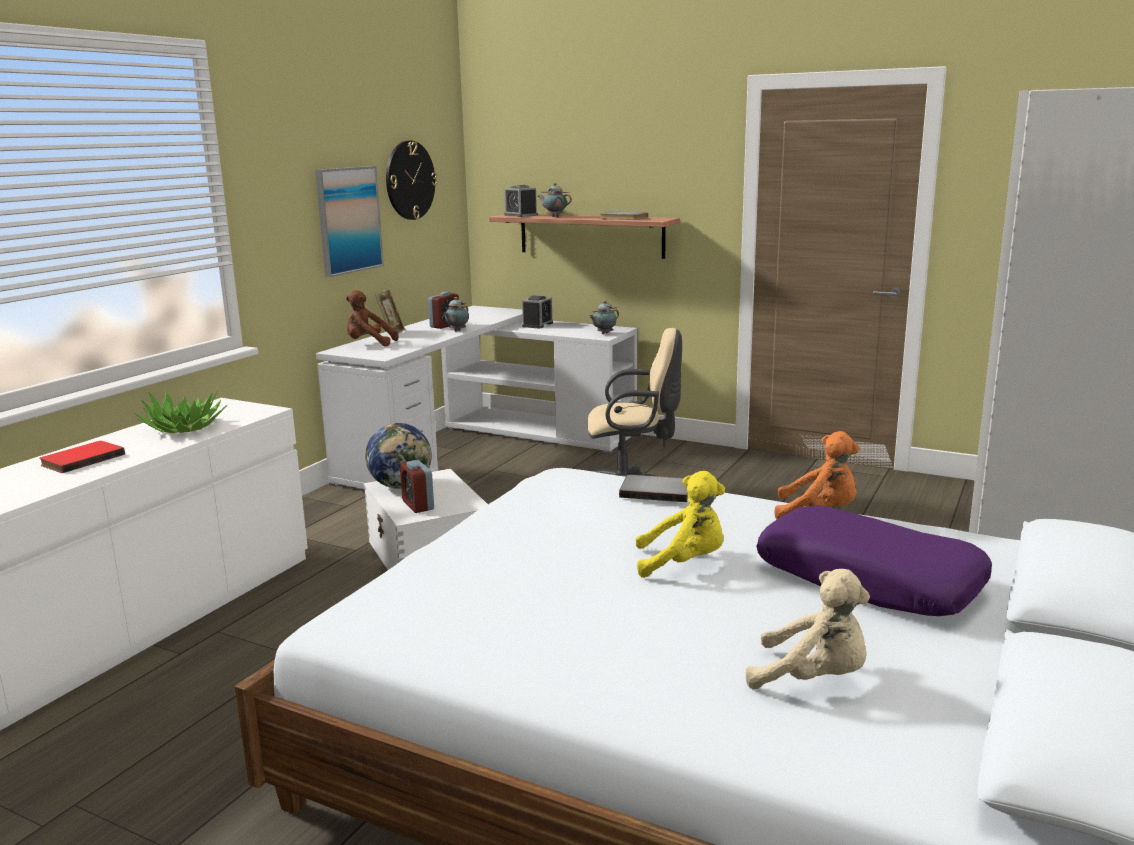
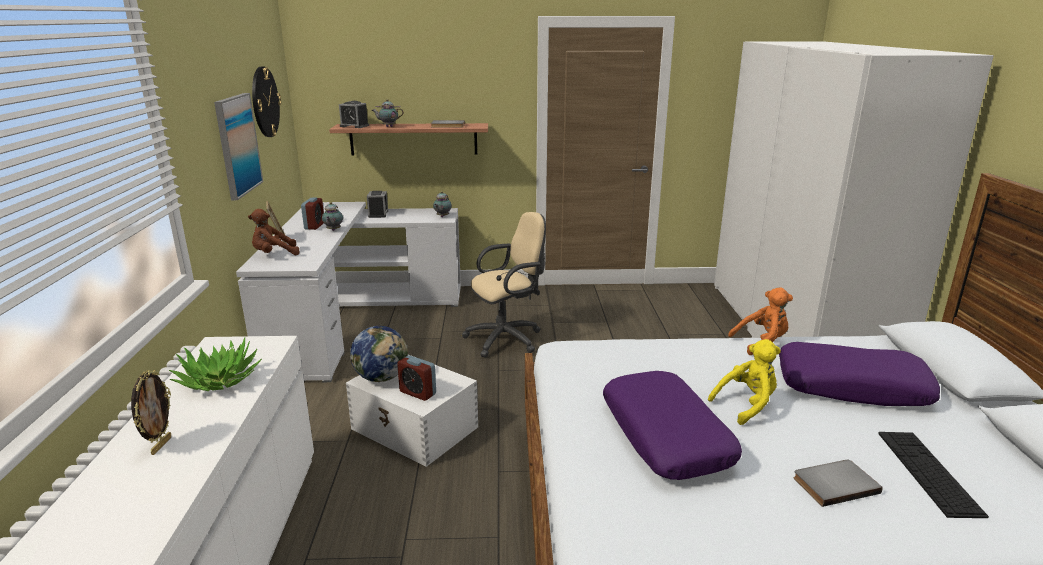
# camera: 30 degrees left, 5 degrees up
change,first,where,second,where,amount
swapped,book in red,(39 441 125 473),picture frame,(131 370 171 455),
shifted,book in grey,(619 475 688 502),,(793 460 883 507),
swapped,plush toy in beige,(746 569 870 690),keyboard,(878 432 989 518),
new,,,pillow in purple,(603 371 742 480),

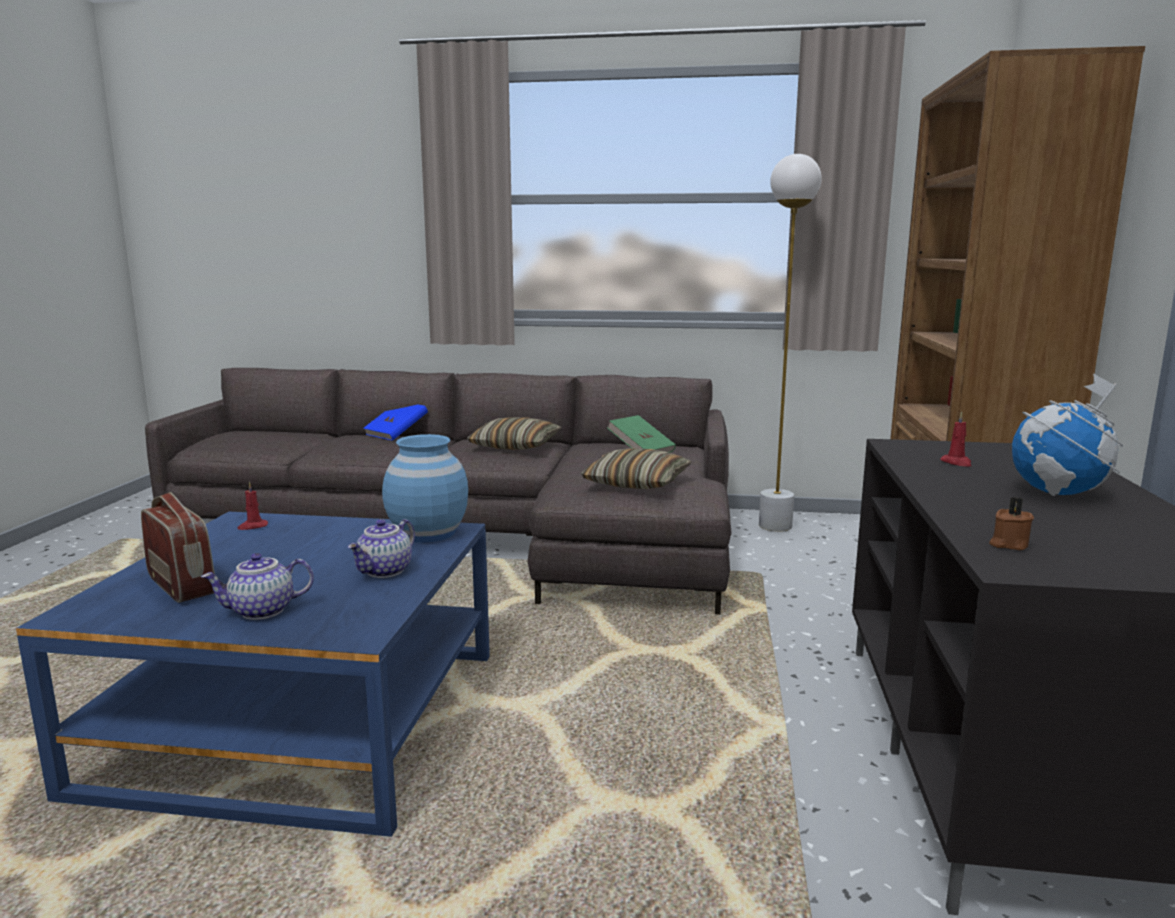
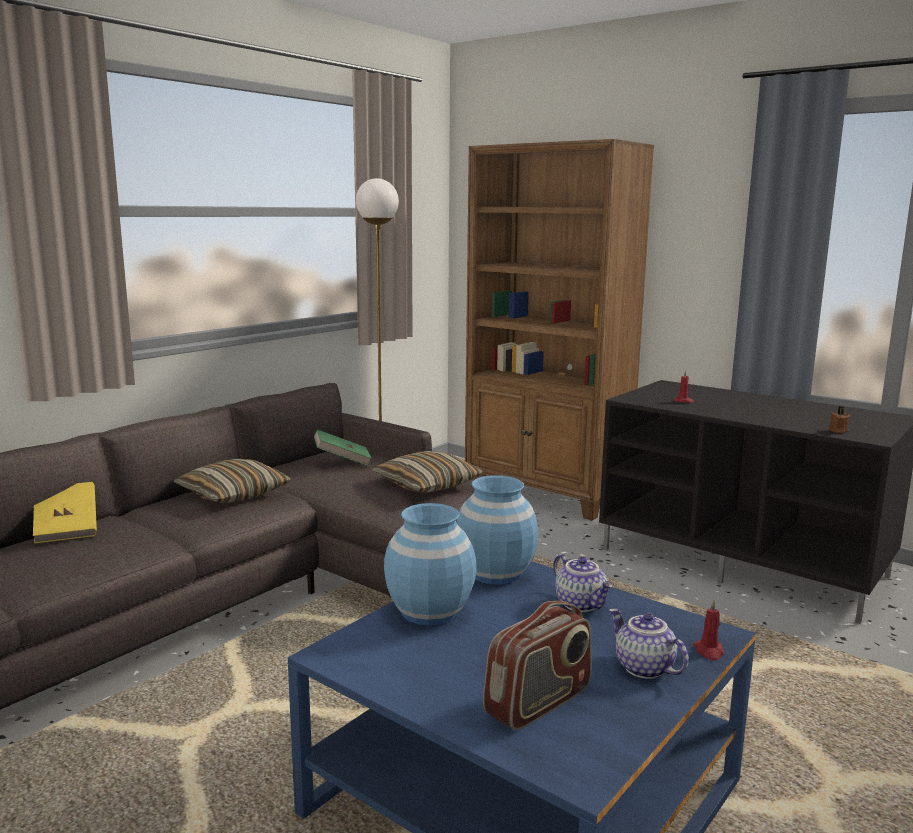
# camera: 60 degrees left, 0 degrees up
change,first,where,second,where,amount
rotated,radio,(141 492 215 603),,(483 601 592 731),150 degrees clockwise
rotated,teapot,(201 553 314 620),,(609 608 689 679),135 degrees clockwise
shifted,candle in red,(237 482 268 530),,(693 599 724 661),
repainted,book in blue,(363 404 428 441),book in yellow,(33 482 97 544),
gone,globe,(1012 374 1123 496),,,
new,,,vase in blue,(384 503 477 625),

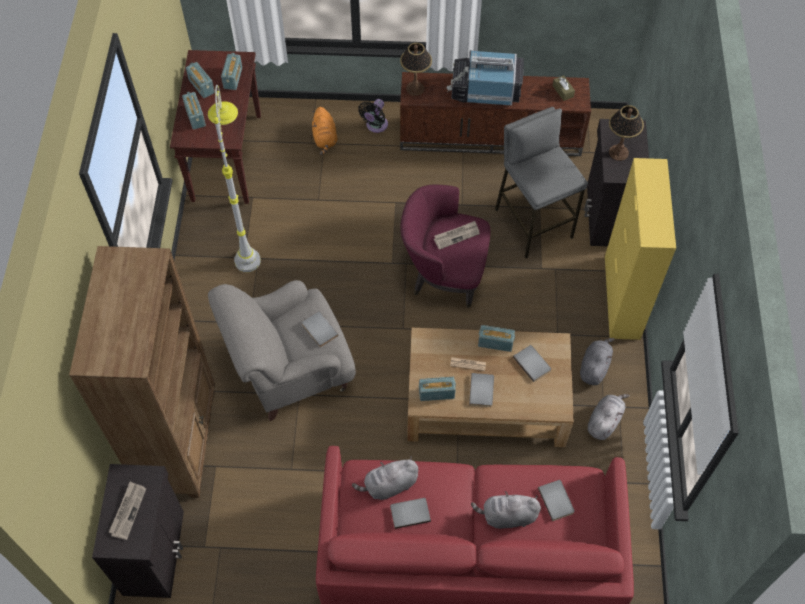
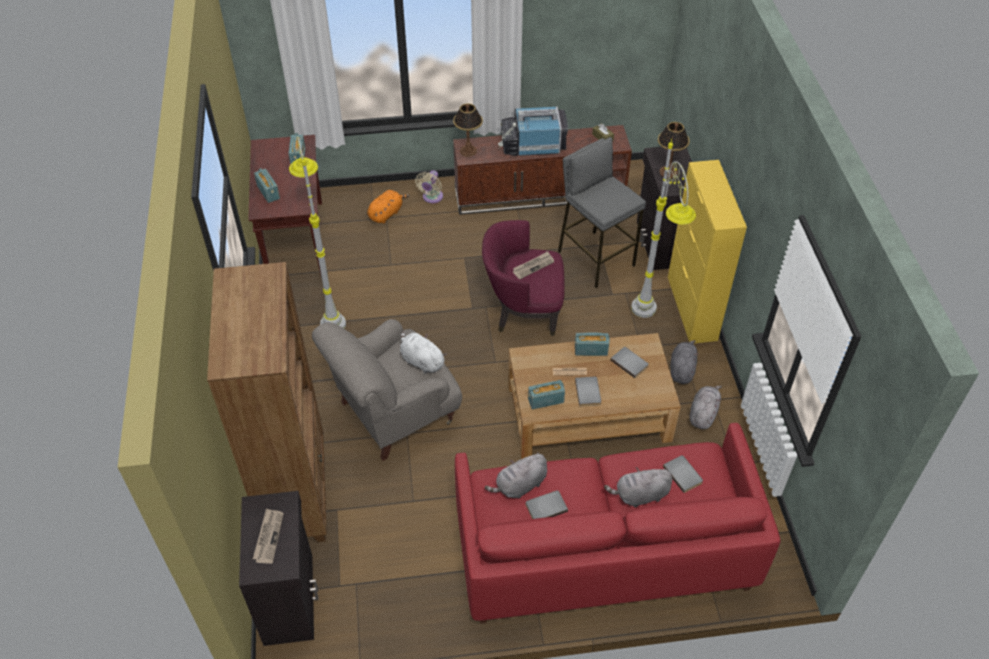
# camera: 10 degrees left, 10 degrees down
change,first,where,second,where,amount
gone,radio,(186 62 215 98),,,
swapped,book in grey,(302 311 339 347),plush toy in white,(400 331 447 374),
rotated,plush toy in orange,(312 107 337 155),,(367 190 409 223),120 degrees counterclockwise
repainted,fan in black,(358 99 388 133),fan in beige,(415 170 443 203),
new,,,floor lamp in grey,(631 139 696 318),

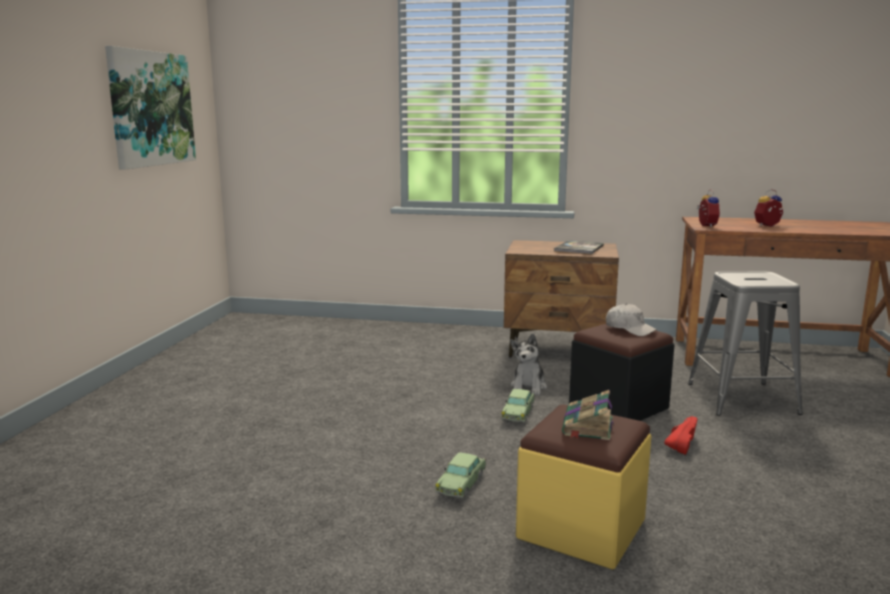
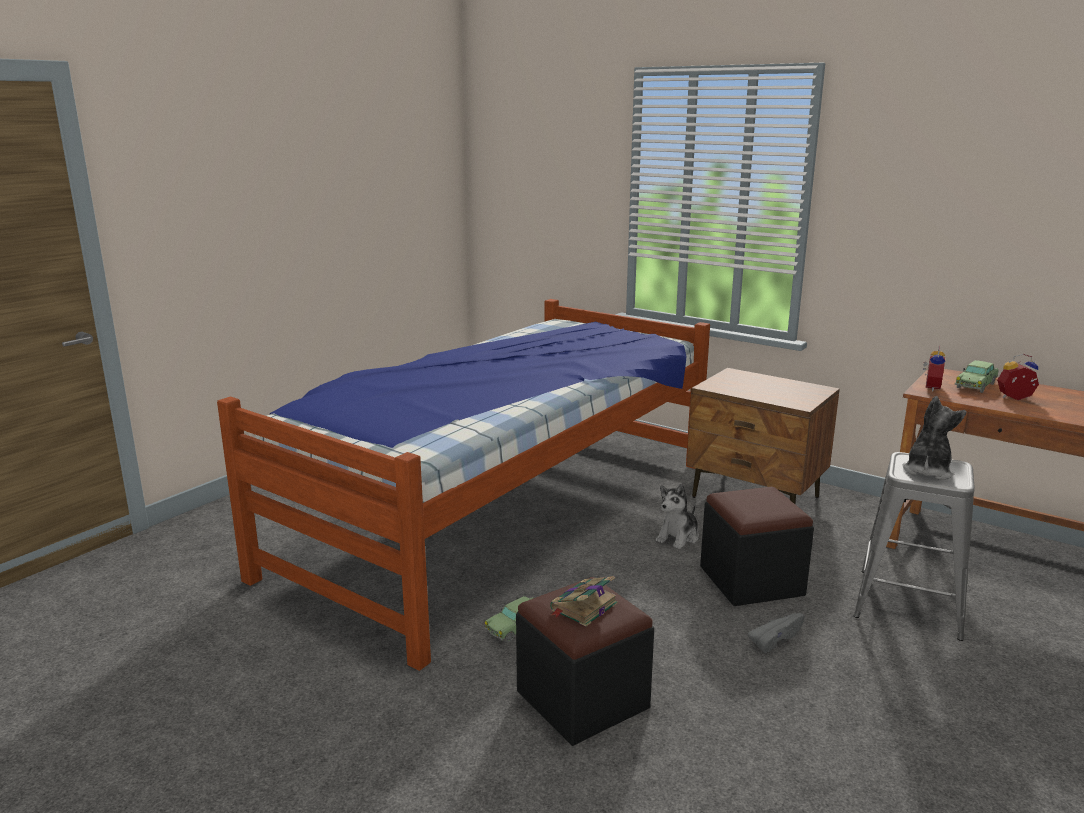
# camera: 25 degrees right, 5 degrees up
change,first,where,second,where,amount
gone,picture,(105 46 196 170),,,
shifted,toy car,(501 389 534 424),,(955 360 998 393),
repainted,ottoman in yellow,(516 404 652 570),ottoman in black,(516 577 654 746),
gone,book,(554 240 604 254),,,
gone,cap in white,(606 303 657 336),,,
repainted,shoe in red,(664 416 697 455),shoe in grey,(748 613 804 653),
new,,,bed,(217 299 710 671),
new,,,plush toy,(903 396 967 480),

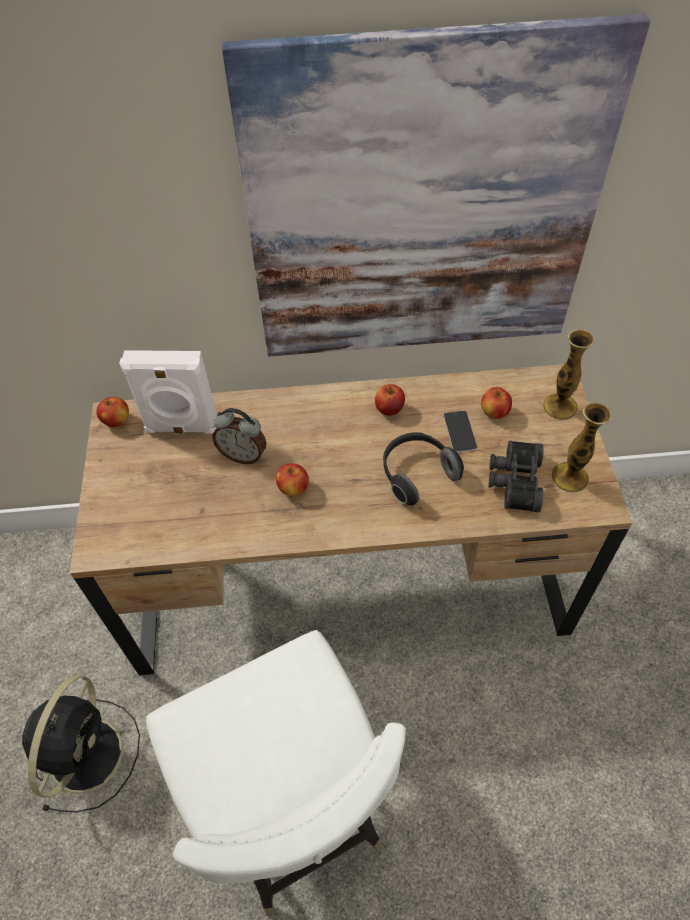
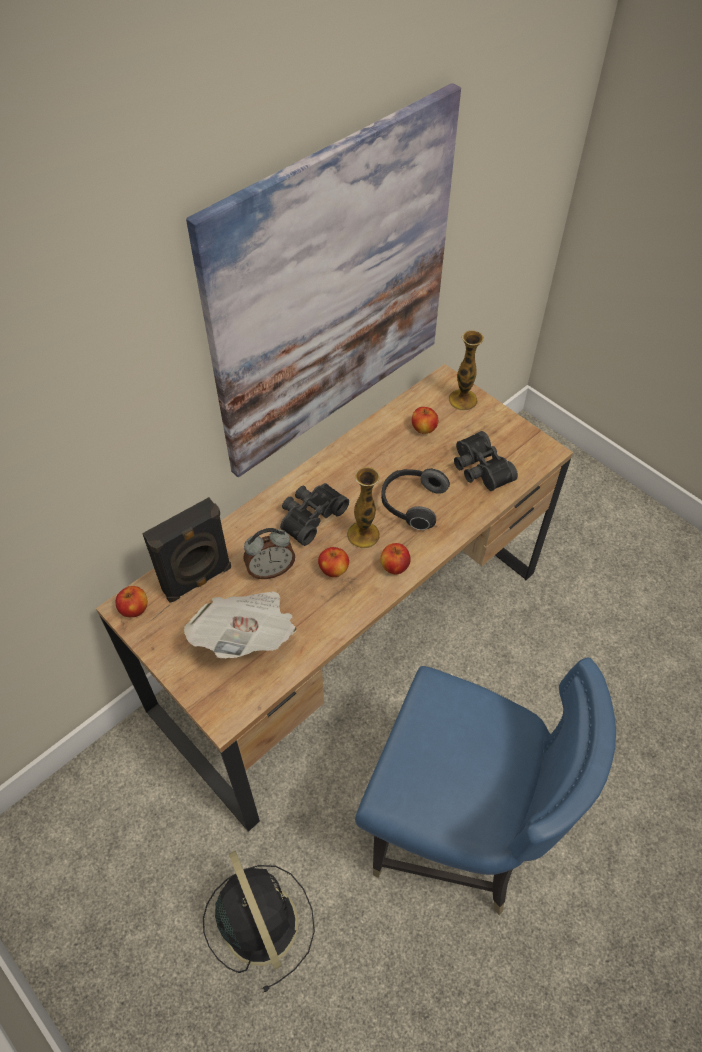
# camera: 40 degrees left, 0 degrees up
change,first,where,second,where,amount
repainted,speaker in white,(119 350 217 434),speaker in black,(142 497 231 603),
repainted,chair in white,(146 630 406 916),chair in blue,(355 658 616 915),
shifted,apple,(375 384 405 416),,(380 543 411 575),
gone,phone,(443 411 477 452),,,
shifted,vase,(552 403 612 493),,(347 467 380 549),
new,,,newspaper,(184 591 297 658),
new,,,binoculars in black,(280 483 349 546),

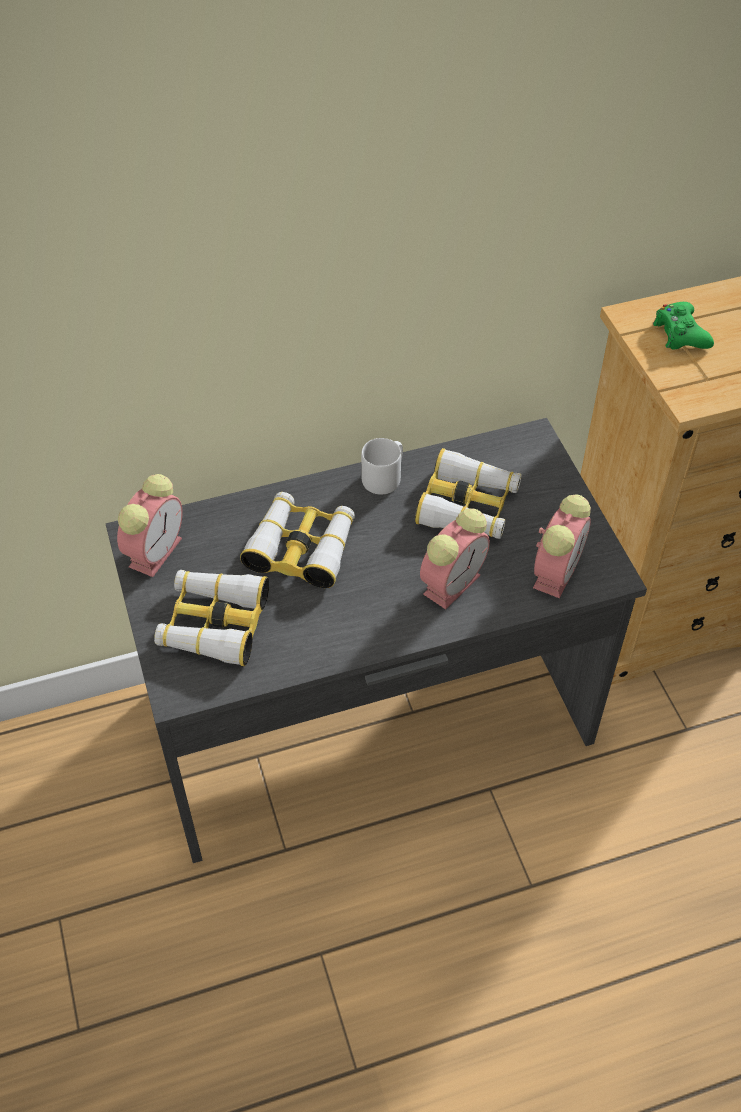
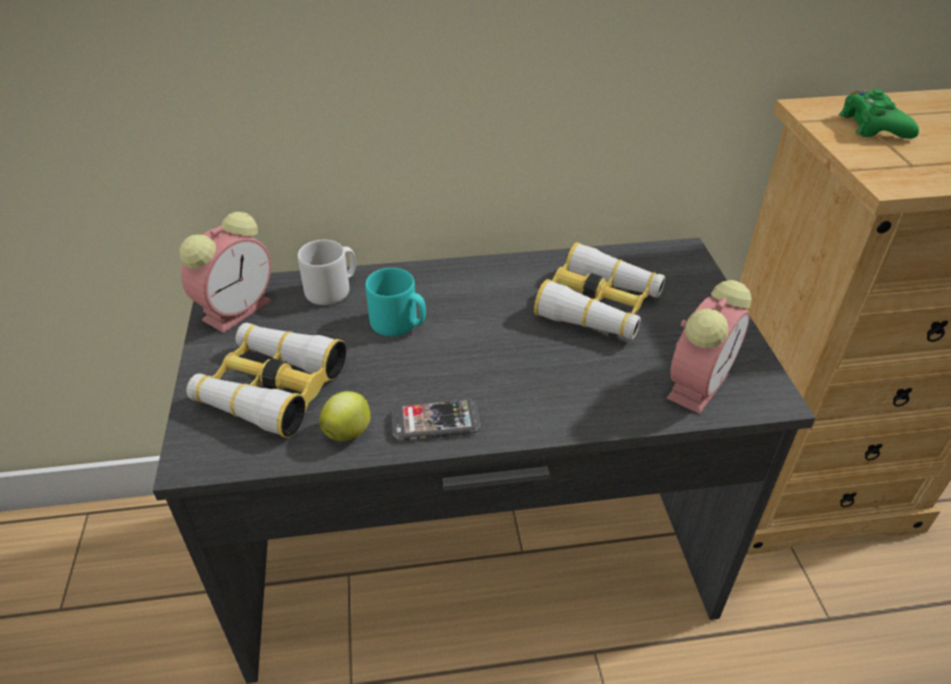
# camera: 10 degrees right, 10 degrees down
change,first,where,second,where,amount
swapped,binoculars,(240 492 355 588),mug in turquoise,(365 268 426 336),
shifted,mug in grey,(361 438 403 494),,(298 240 356 305),
gone,alarm clock,(420 509 490 609),,,
new,,,apple,(319 391 371 442),
new,,,phone,(390 398 481 441),

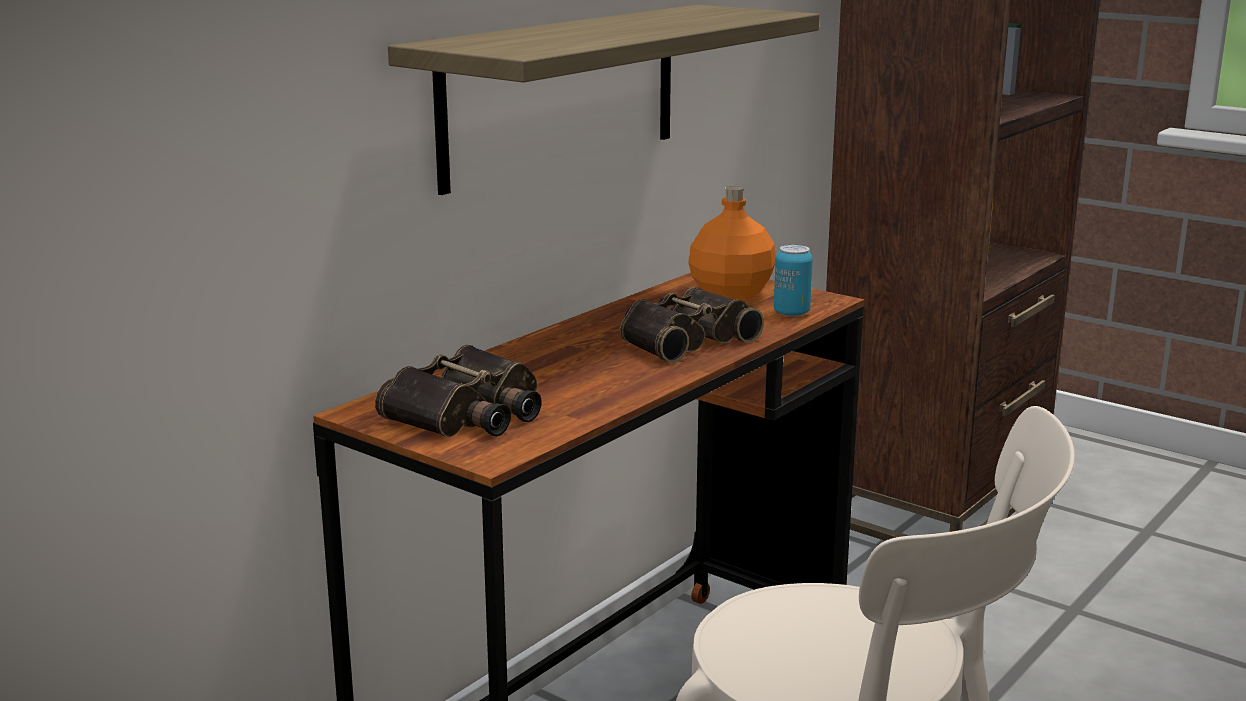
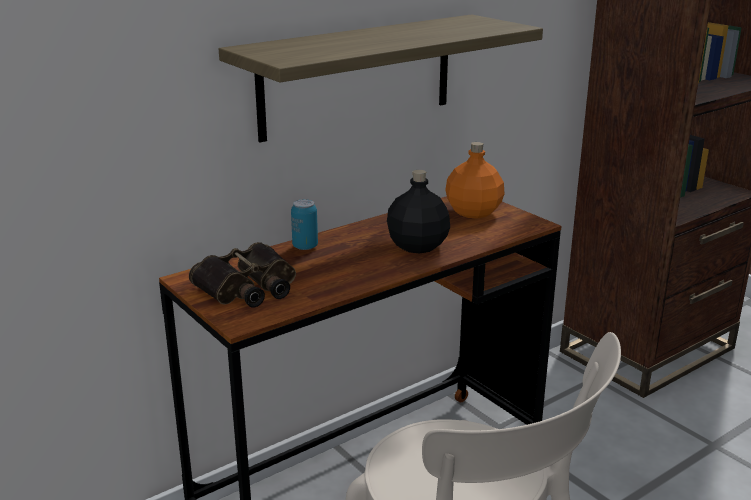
# camera: 15 degrees right, 5 degrees up
change,first,where,second,where,amount
swapped,binoculars,(620 287 764 363),bottle in black,(387 170 450 254),
shifted,can,(774 245 813 316),,(291 199 318 250),

